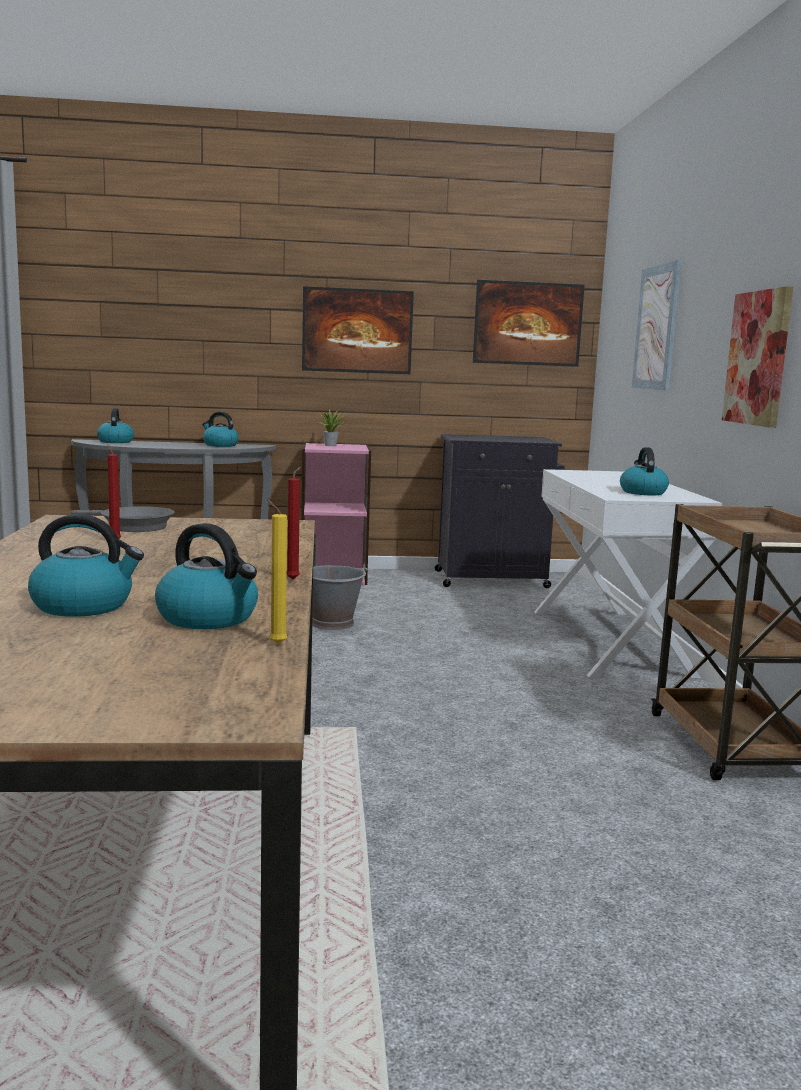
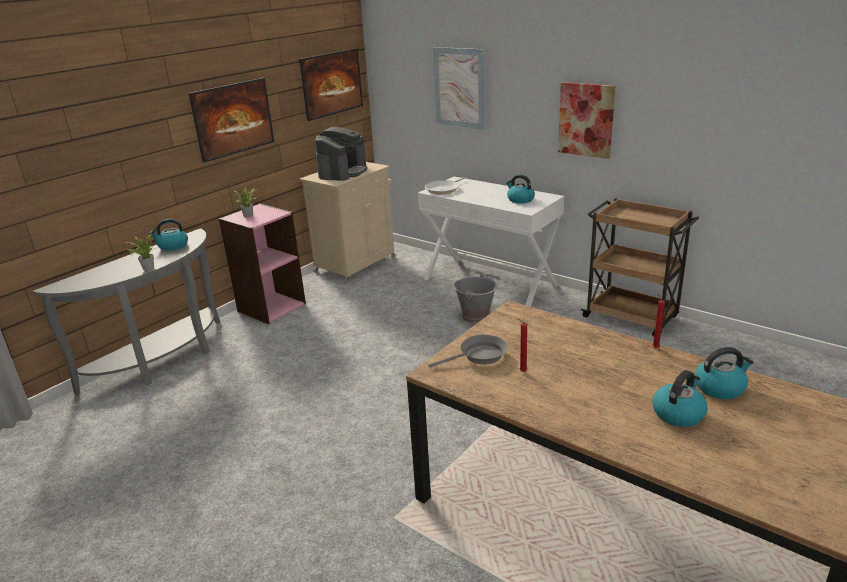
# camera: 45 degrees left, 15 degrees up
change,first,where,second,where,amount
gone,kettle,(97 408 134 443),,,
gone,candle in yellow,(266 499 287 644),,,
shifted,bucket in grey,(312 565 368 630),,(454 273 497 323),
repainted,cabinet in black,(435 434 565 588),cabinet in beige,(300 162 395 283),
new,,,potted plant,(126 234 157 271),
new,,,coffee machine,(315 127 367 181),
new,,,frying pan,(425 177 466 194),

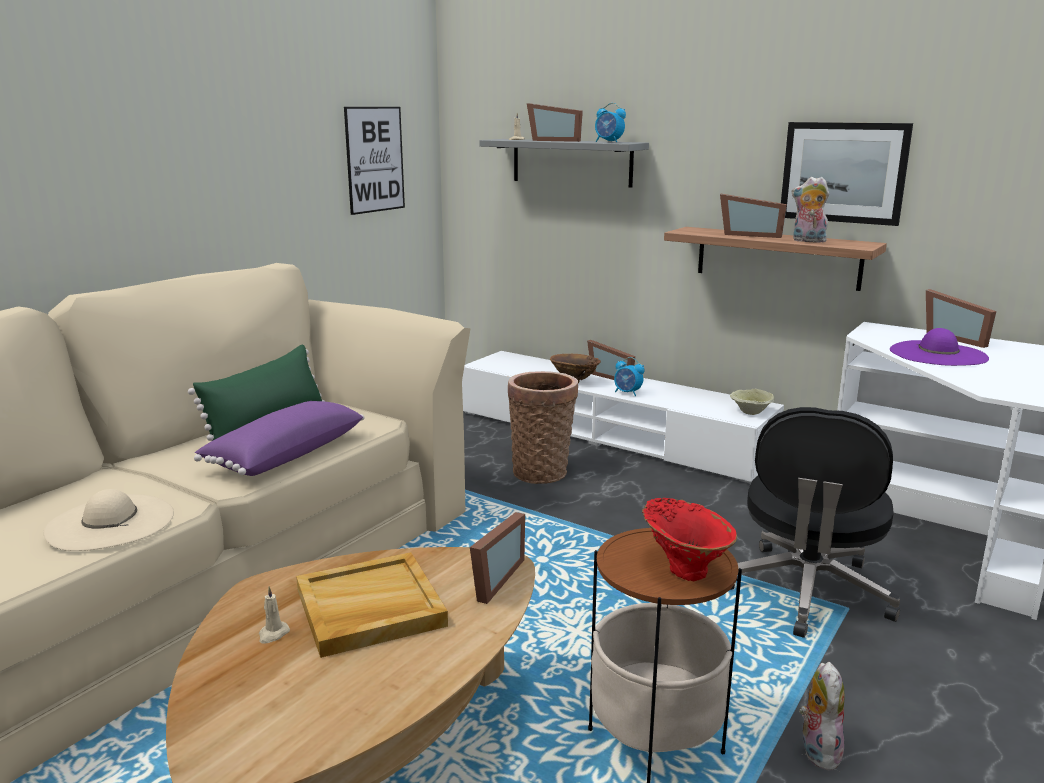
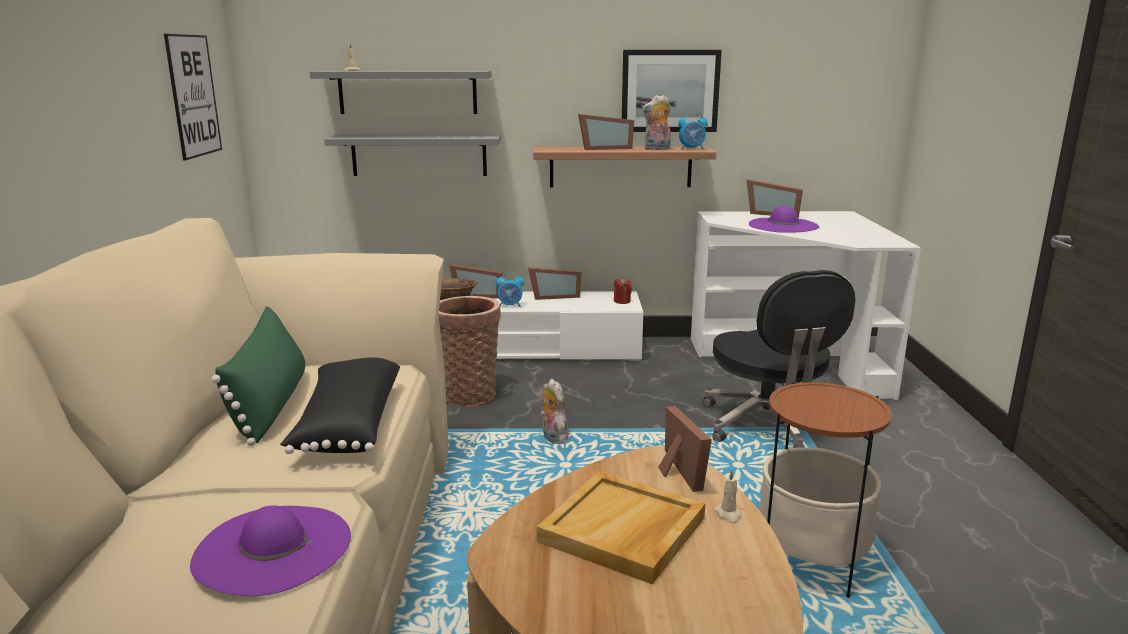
# camera: 35 degrees left, 0 degrees up
change,first,where,second,where,amount
repainted,hat in beige,(44 489 174 551),hat in purple,(190 505 351 596),
repainted,pillow in purple,(194 401 365 476),pillow in black,(280 358 400 454),
shifted,candle in beige,(259 587 290 644),,(714 470 742 524),
shifted,picture frame,(527 103 583 142),,(528 267 581 300),
shifted,alarm clock,(595 103 626 142),,(678 113 708 149),
gone,vase in red,(642 498 737 582),,,
swapped,bowl in beige,(730 389 775 415),candle in red,(614 278 632 304),
shifted,plush toy,(799 662 845 771),,(540 379 569 444),
new,,,shelf in grey,(324 135 501 176),

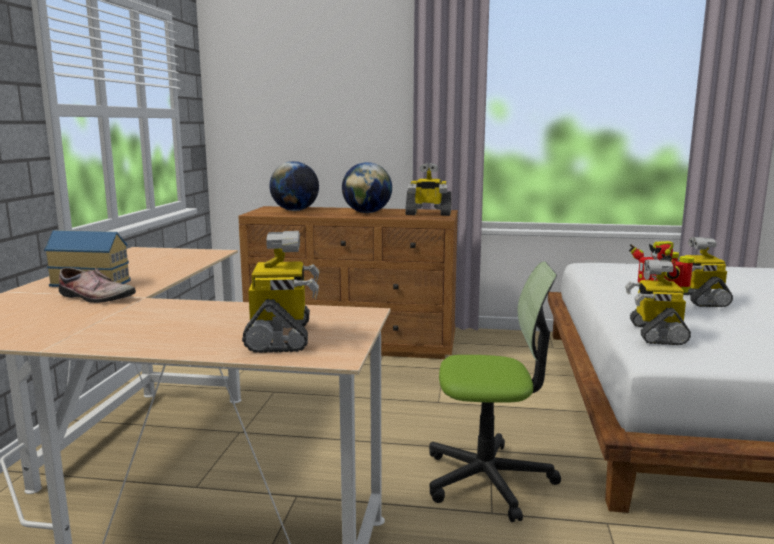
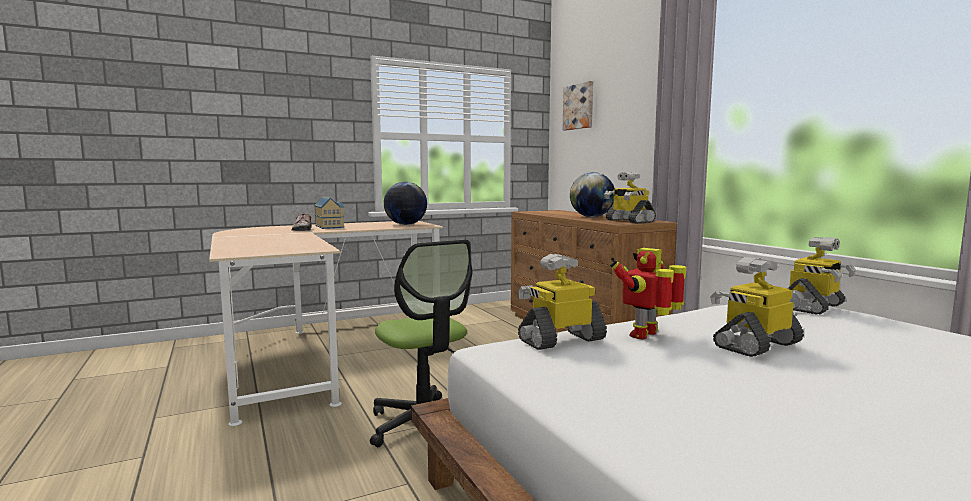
# camera: 55 degrees right, 5 degrees down
change,first,where,second,where,amount
shifted,toy robot,(242 231 319 353),,(788 237 856 315),
shifted,globe,(269 161 319 211),,(384 182 427 225),
new,,,picture,(563 81 593 131),

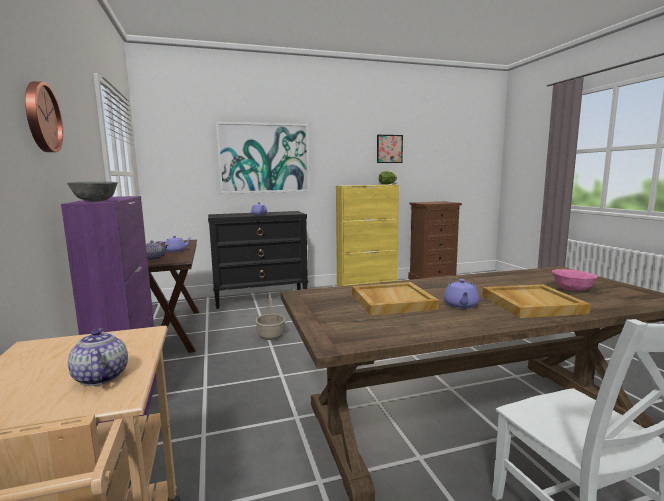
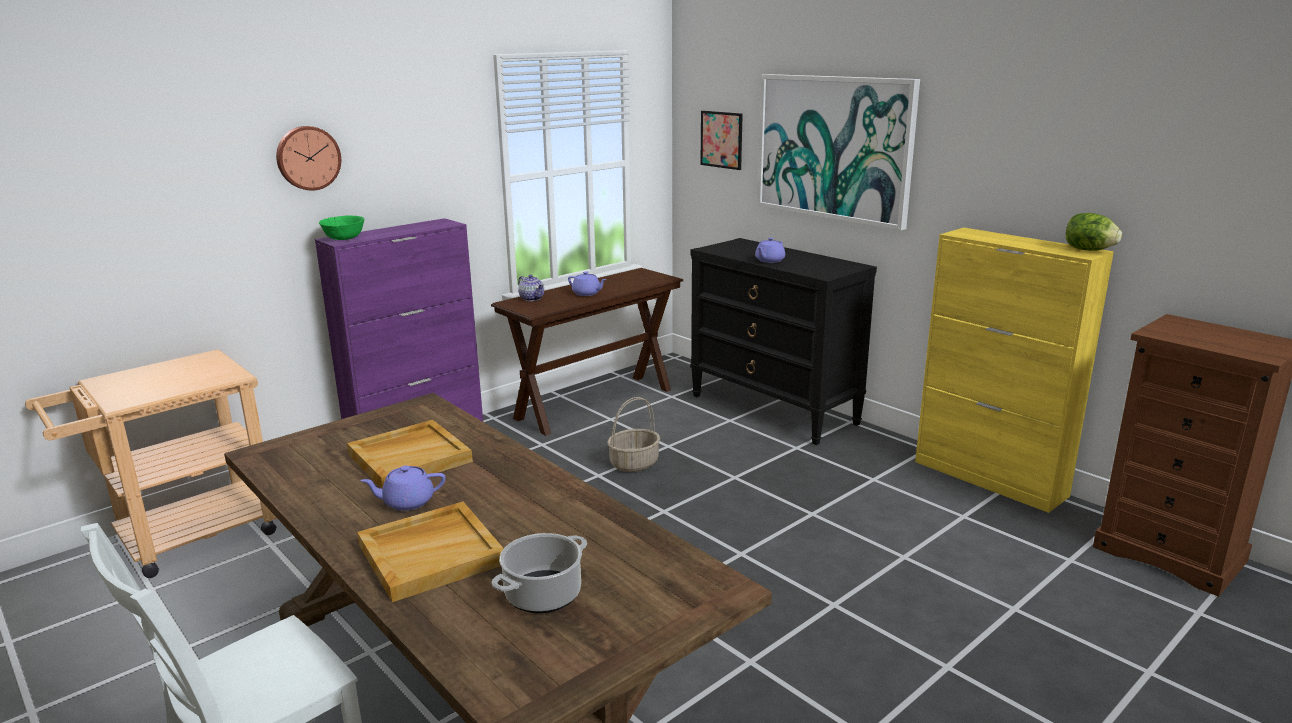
# camera: 65 degrees right, 10 degrees up
change,first,where,second,where,amount
repainted,bowl in grey,(67 182 118 202),bowl in green,(319 216 365 240),
gone,teapot,(68 328 128 386),,,
shifted,picture,(377 135 403 163),,(700 111 743 170),
swapped,bowl in pink,(552 269 598 291),cooking pot,(492 533 587 613),

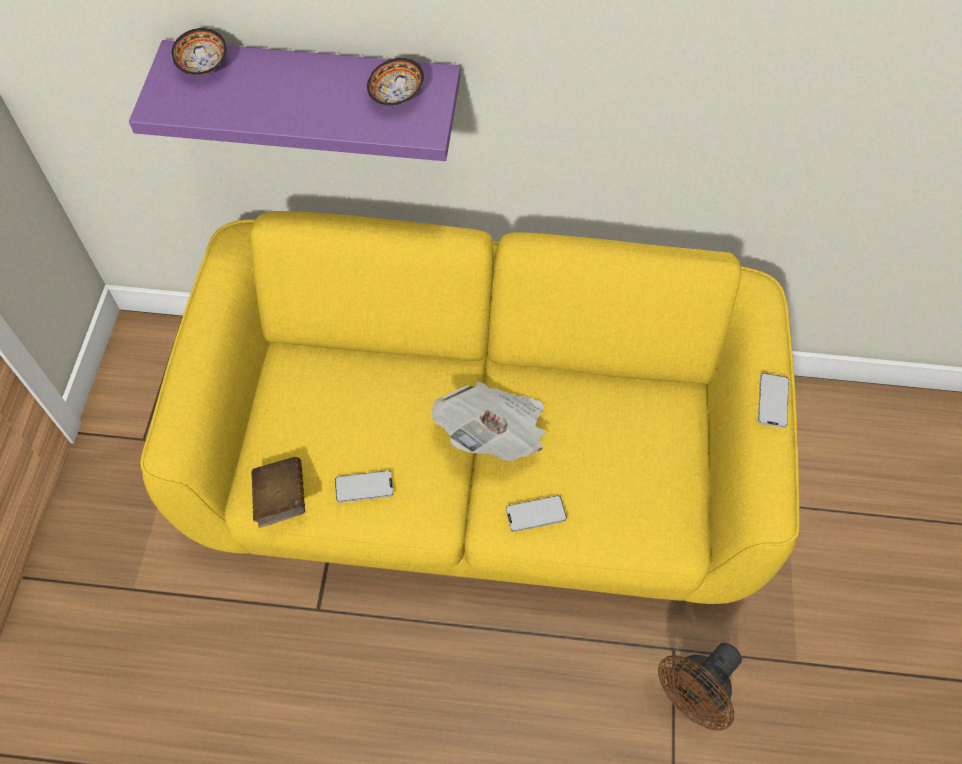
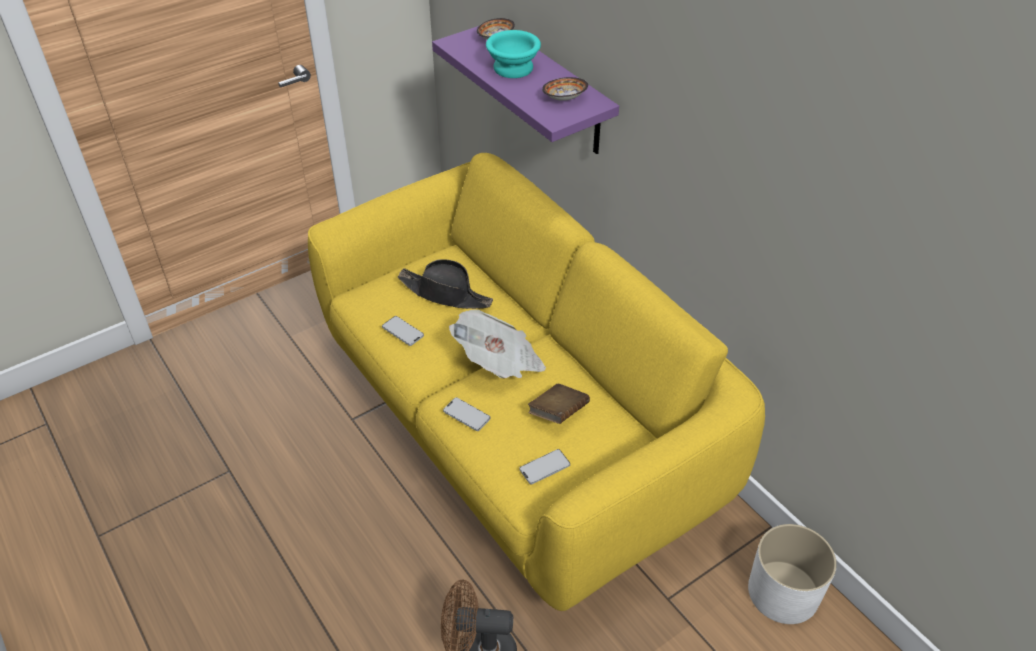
# camera: 50 degrees right, 15 degrees down
change,first,where,second,where,amount
shifted,book in brown,(251 457 305 528),,(528 384 590 424),
shifted,phone,(758 373 789 428),,(519 449 570 485),
new,,,hat in black,(397 259 493 309),
new,,,bowl in turquoise,(486 30 541 78),
new,,,planter in white,(748 524 837 624),

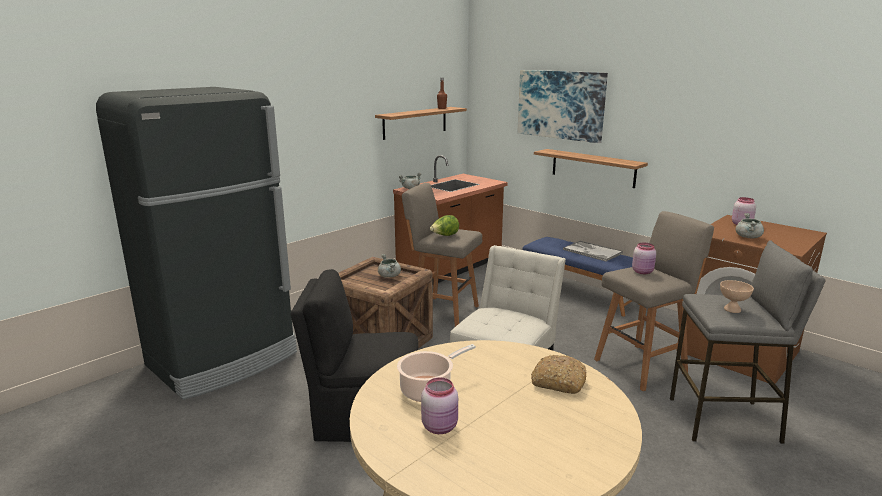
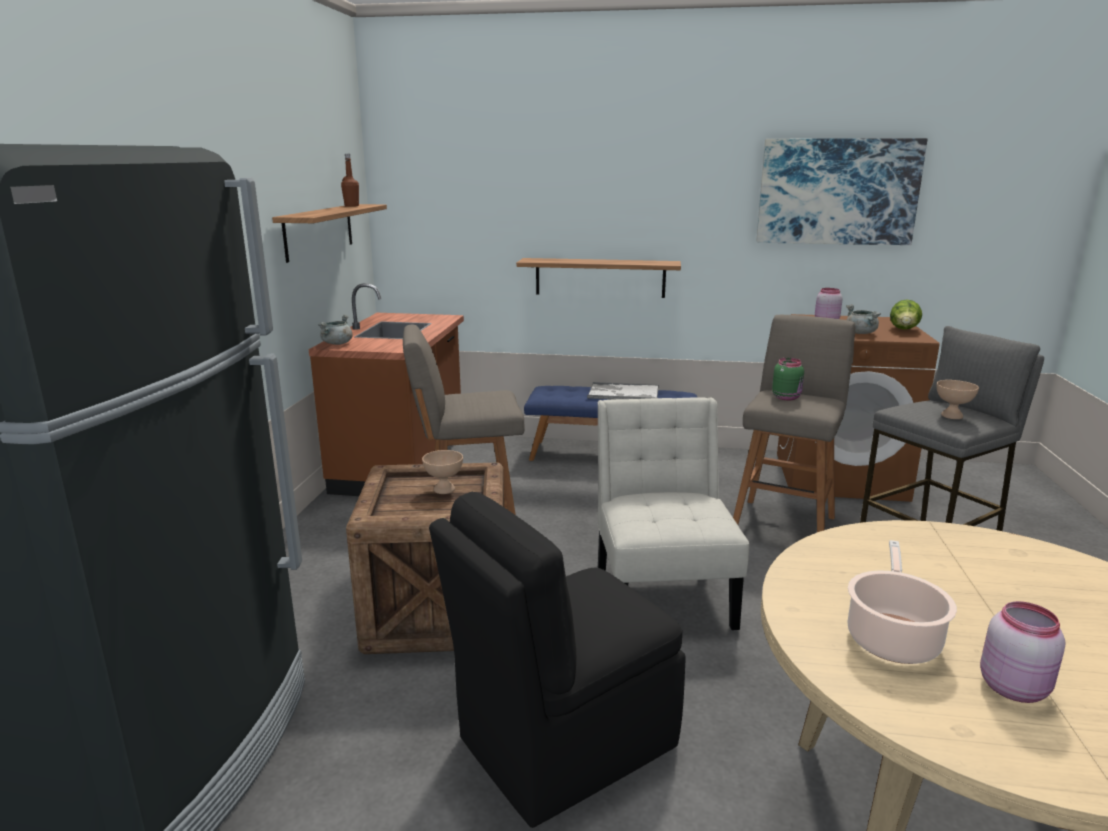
# camera: 35 degrees left, 0 degrees up
change,first,where,second,where,amount
swapped,cooking pot in grey,(378 254 401 278),bowl in beige,(422 450 463 494),
shifted,lettuce,(430 215 459 236),,(890 299 922 330),
shifted,picture,(517 70 608 143),,(756 138 928 245),
gone,bread,(531 355 586 394),,,
repainted,jar in pink,(632 243 656 274),jar in green,(772 358 804 400),

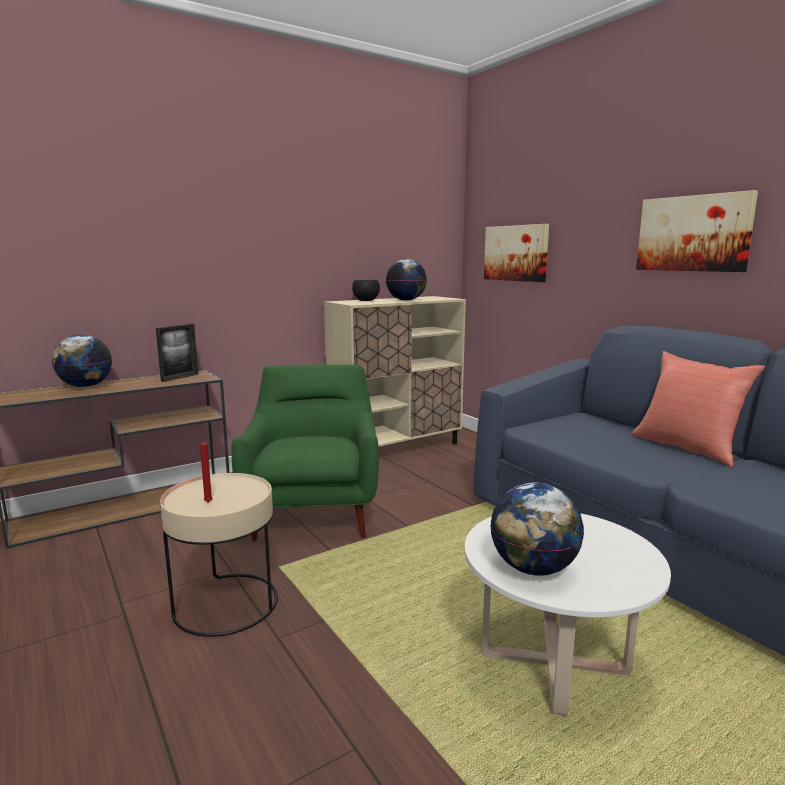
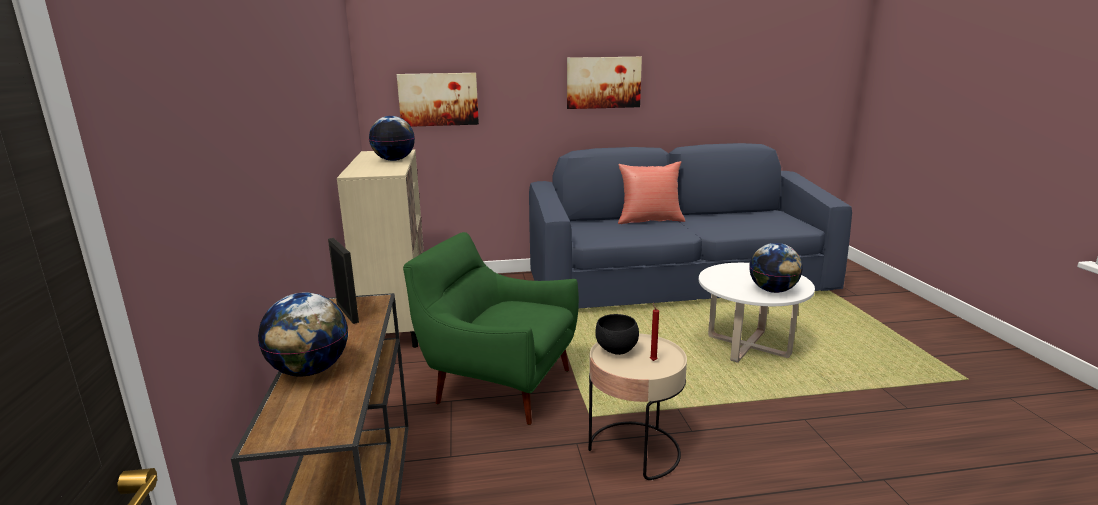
# camera: 65 degrees left, 5 degrees up
change,first,where,second,where,amount
shifted,bowl in black,(352 280 380 301),,(595 314 639 355),

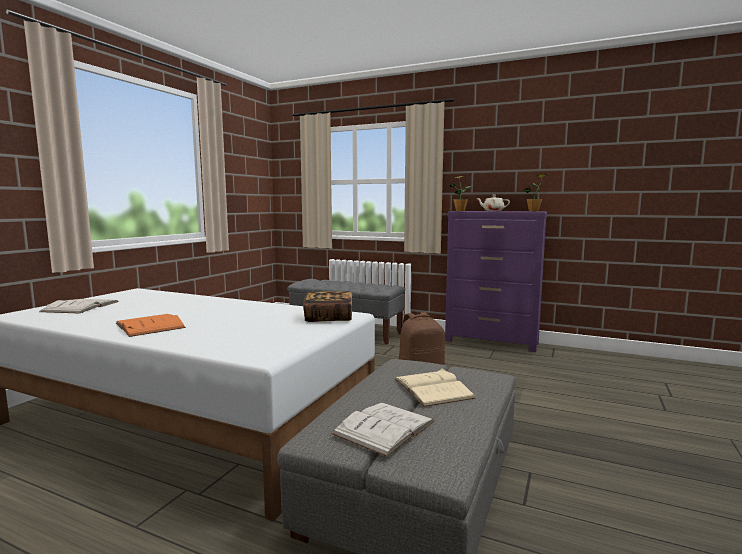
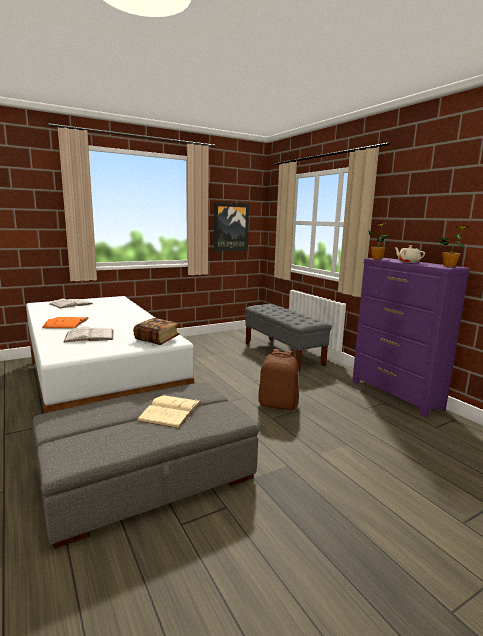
# camera: 35 degrees right, 5 degrees up
change,first,where,second,where,amount
shifted,book in white,(331 402 435 457),,(63 326 113 343),
new,,,picture,(214 202 249 251),

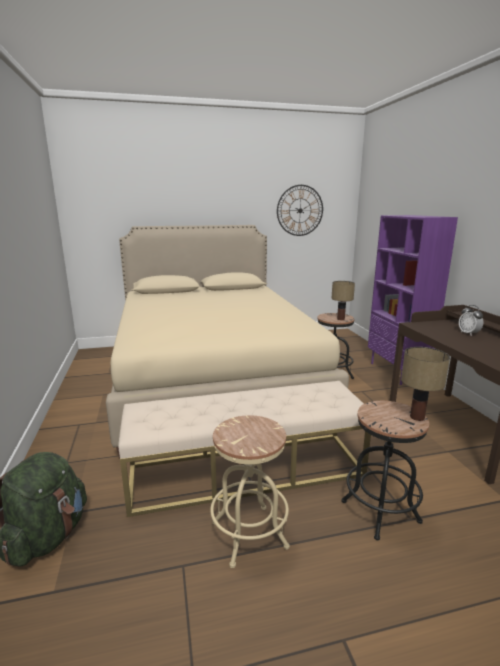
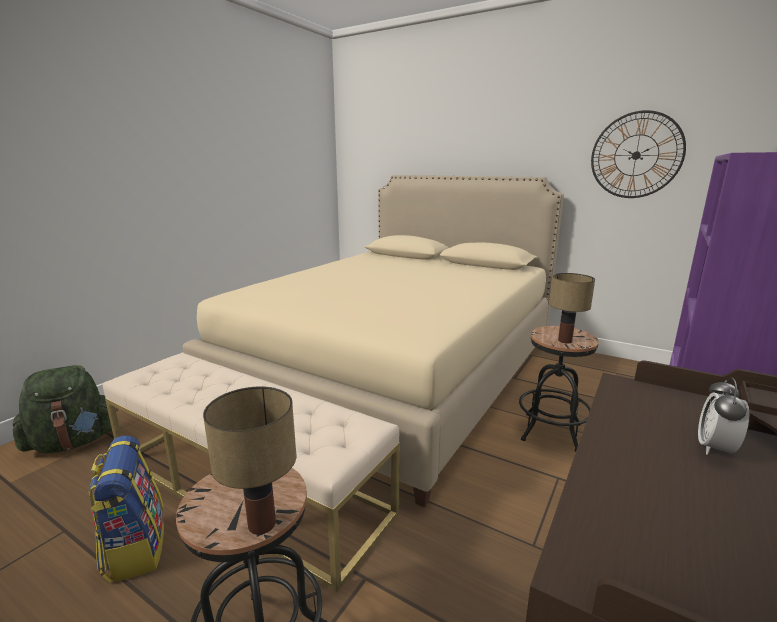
# camera: 45 degrees right, 0 degrees up
change,first,where,second,where,amount
swapped,stool in beige,(210 415 290 568),backpack,(89 435 164 583),

